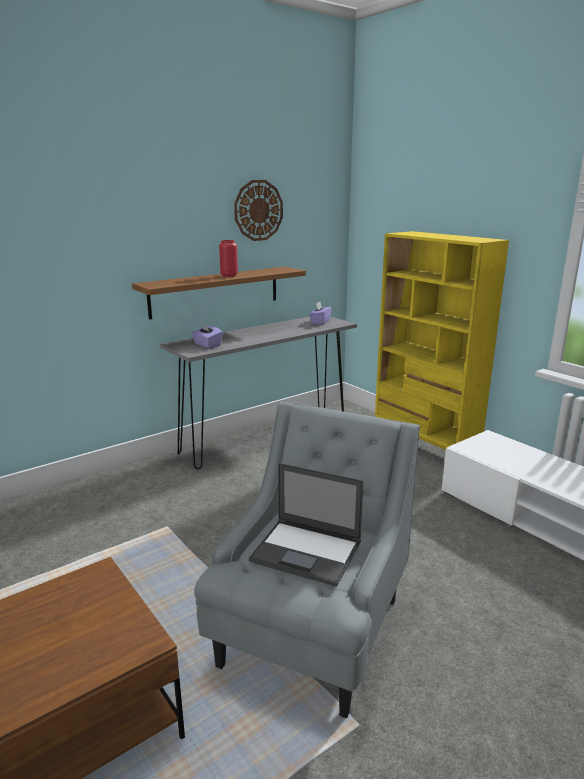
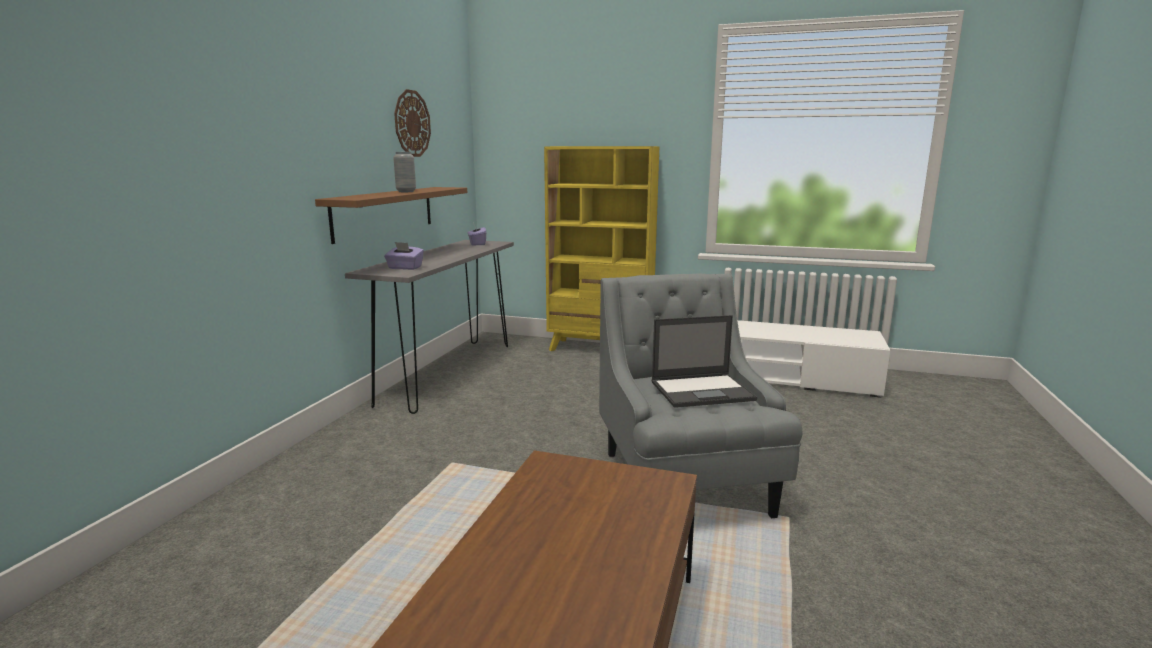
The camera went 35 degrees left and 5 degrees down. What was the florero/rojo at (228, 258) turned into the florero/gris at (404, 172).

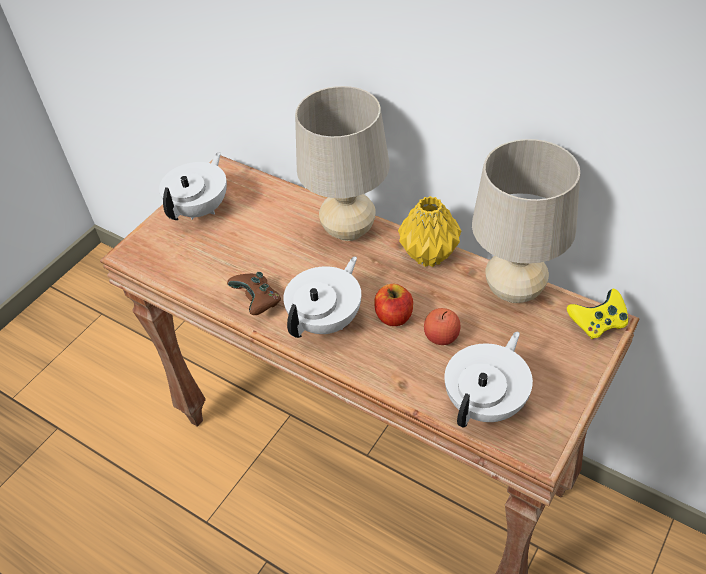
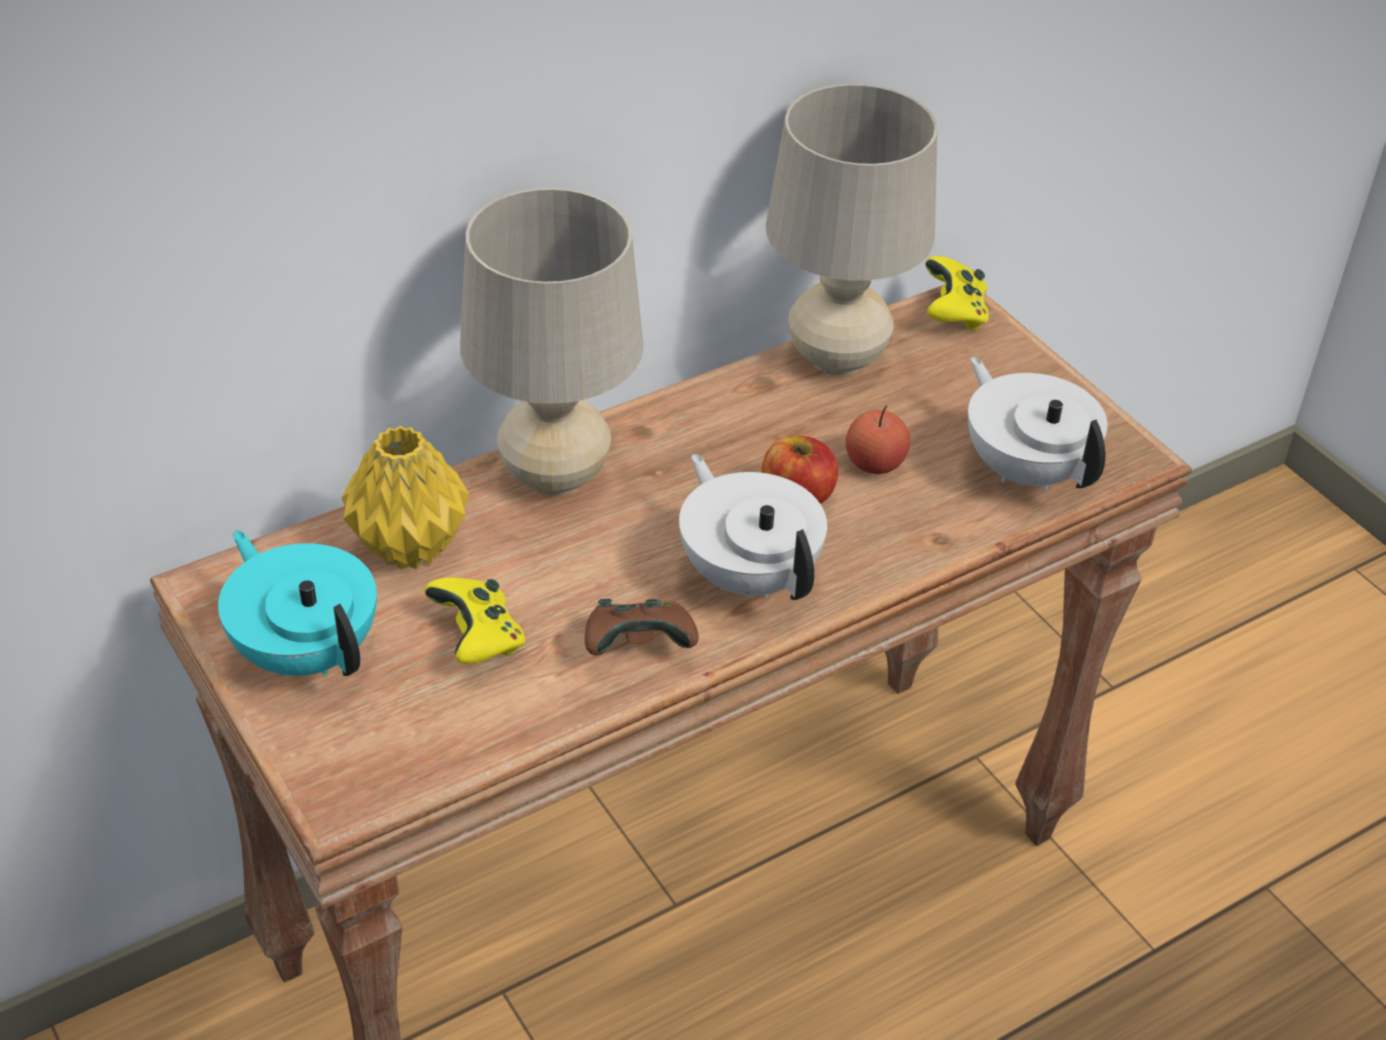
The camera went 70 degrees left and 5 degrees down. The second view gained the mando de consola/amarillo at (474, 621). The florero/amarillo ended up elsewhere, having gone from (430, 231) to (405, 498). What was the tetera/blanco at (193, 186) turned into the tetera/turquesa at (297, 603).

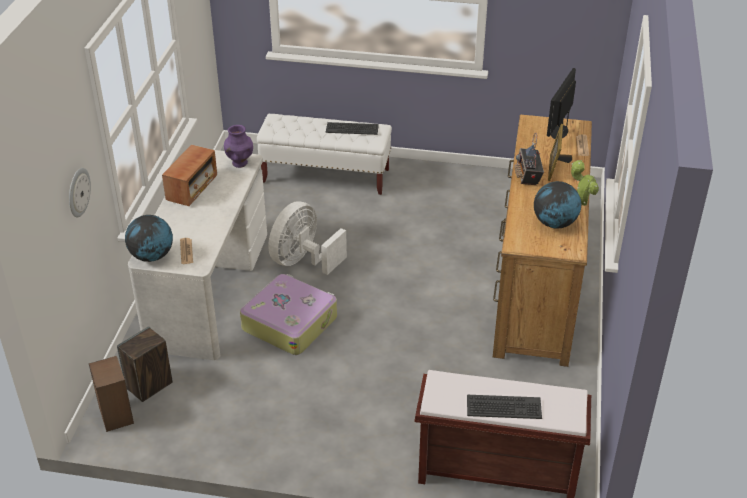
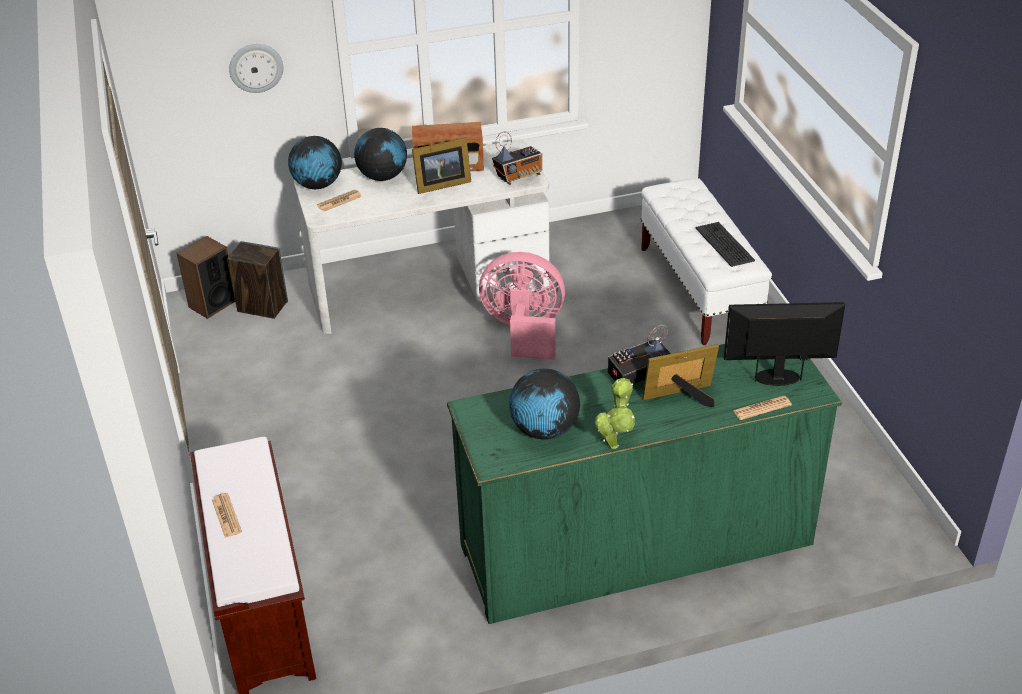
The camera went 65 degrees right and 0 degrees up. The second view lost the maleta at (288, 314). The second view gained the globo terráqueo at (380, 154). The second view gained the portarretratos at (441, 165). Where the florero/morado stood at (238, 146), the radio came to stand at (517, 158). Where the teclado stood at (504, 407), the periódico came to stand at (227, 515). What was the ventilador/blanco at (307, 238) turned into the ventilador/rosa at (522, 306). What was the cómoda/marrón at (542, 241) turned into the cómoda/verde at (644, 484).

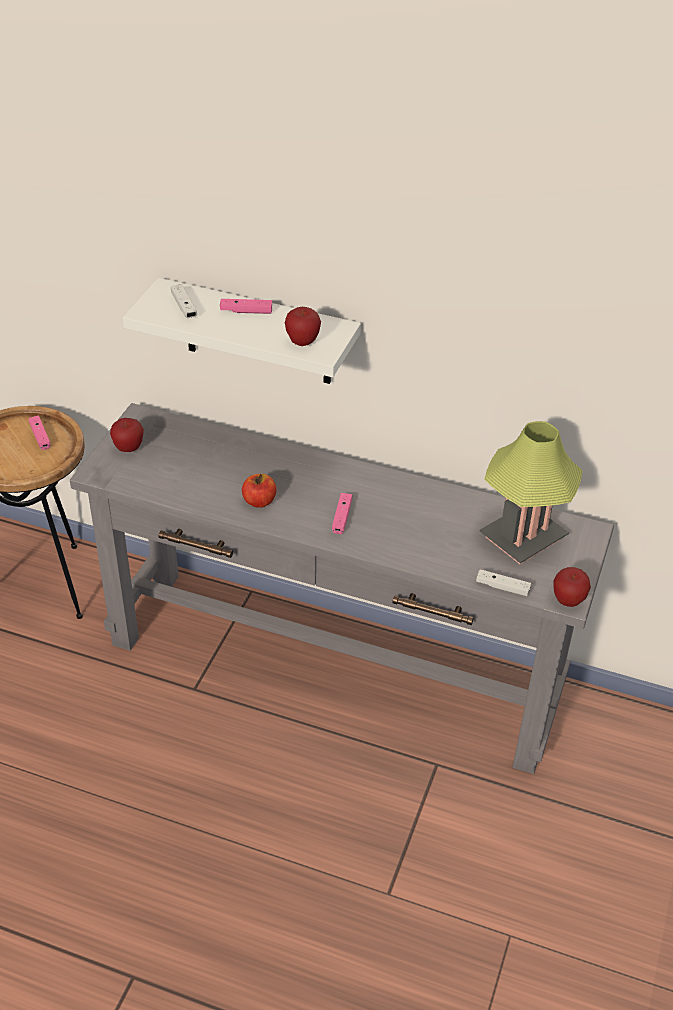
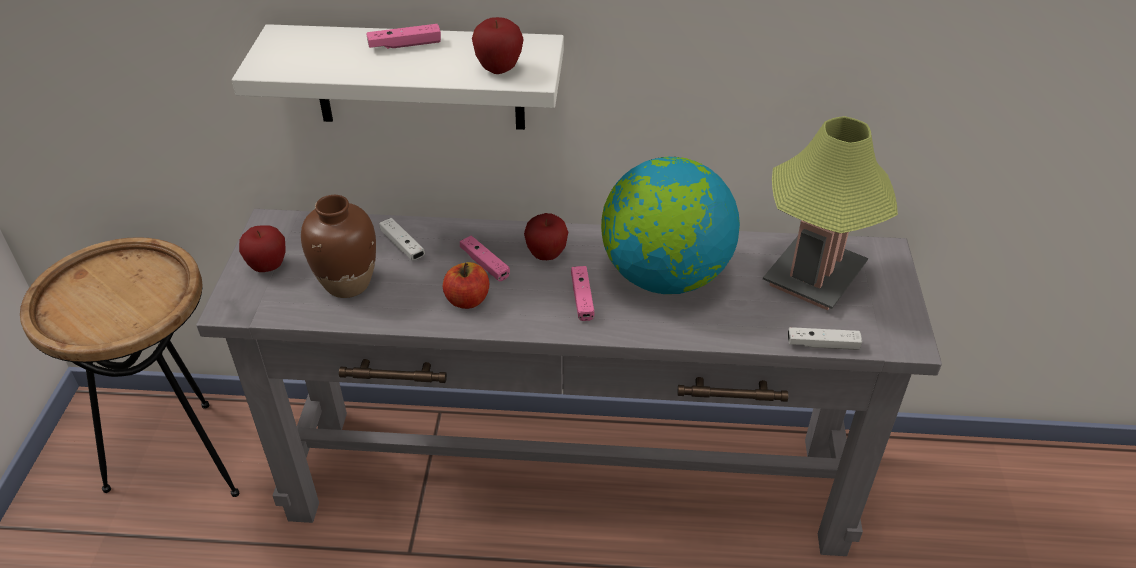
The camera went 15 degrees left and 0 degrees up. The second view gained the florero/marrón at (338, 246). The second view gained the globo terráqueo at (670, 225). The mando de consola/rosa ended up elsewhere, having gone from (40, 433) to (485, 258). The mando de consola/blanco ended up elsewhere, having gone from (184, 301) to (402, 239). The manzana ended up elsewhere, having gone from (572, 587) to (546, 236).

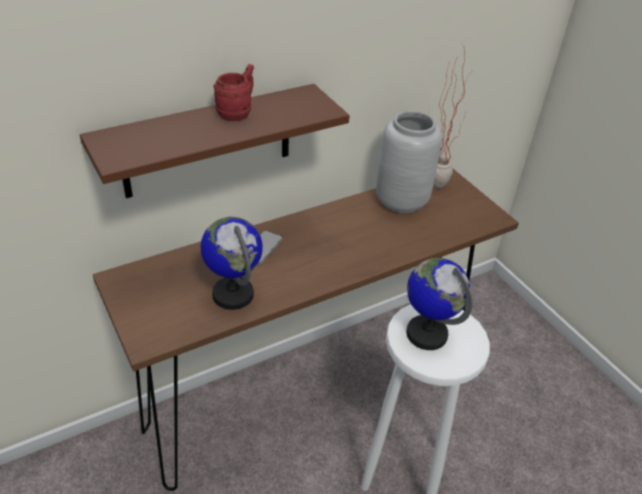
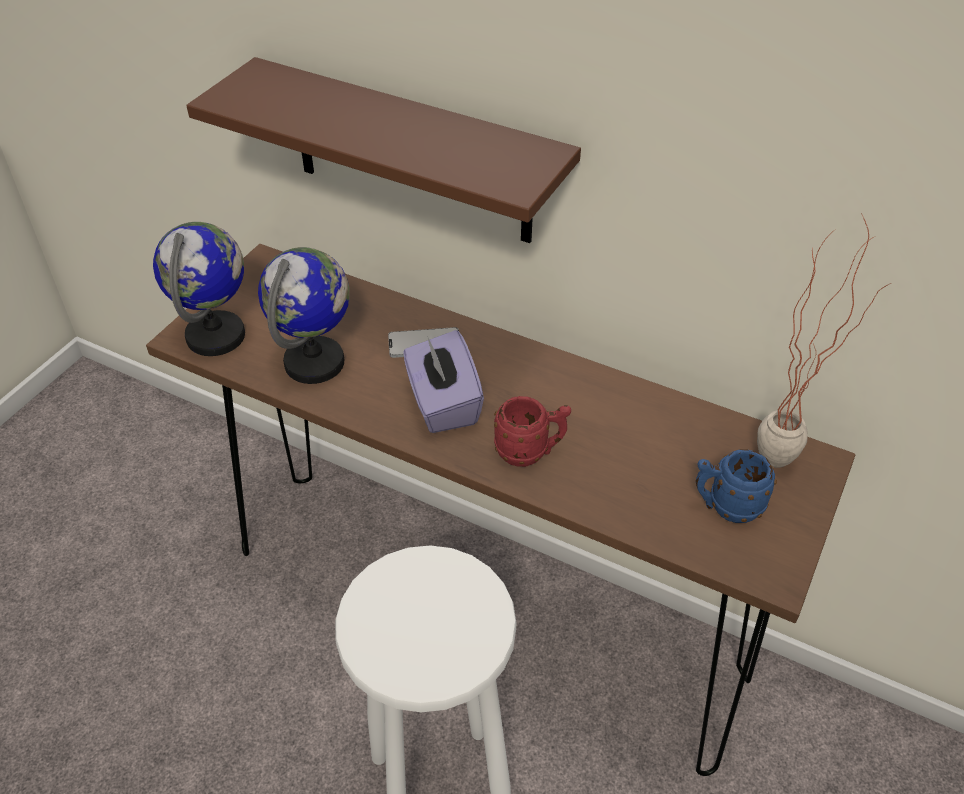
The camera went 60 degrees right and 5 degrees up. The second view lost the florero/gris at (409, 162). The second view gained the caja de pañuelos/morado at (443, 381). The second view gained the taza grande/azul at (736, 486). The taza grande/rojo ended up elsewhere, having gone from (233, 92) to (532, 431). The globo terráqueo ended up elsewhere, having gone from (439, 304) to (199, 289).

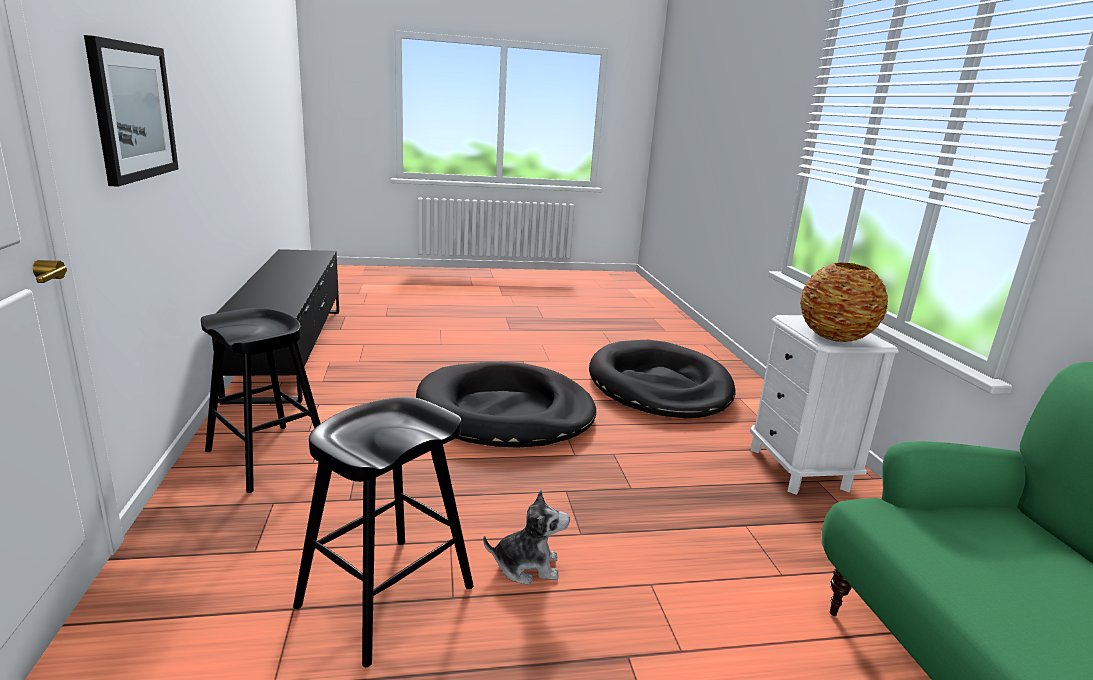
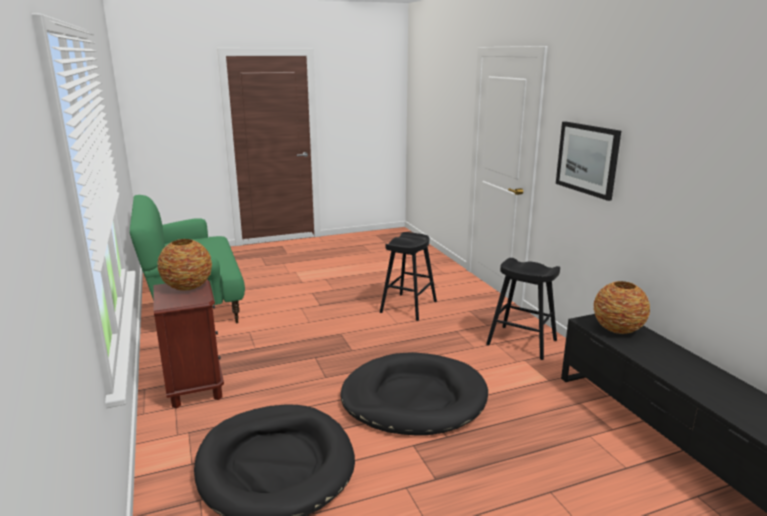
The camera went 170 degrees right and 0 degrees up. The second view lost the peluche at (526, 537). The second view gained the florero at (621, 307). What was the mesita de noche/blanco at (824, 405) turned into the mesita de noche/marrón at (188, 344).

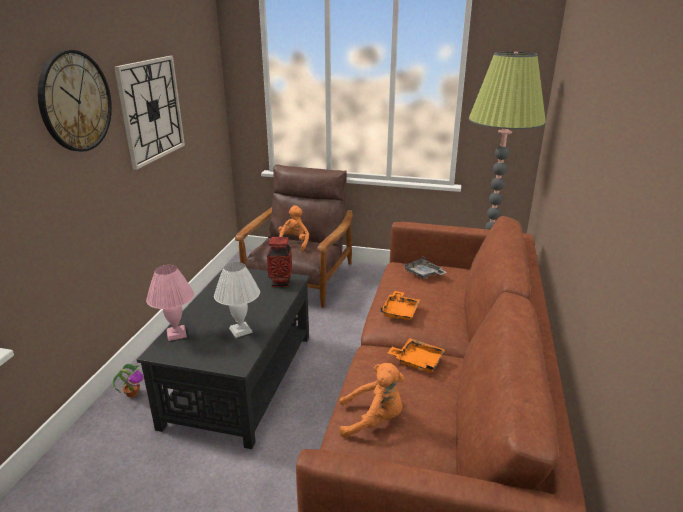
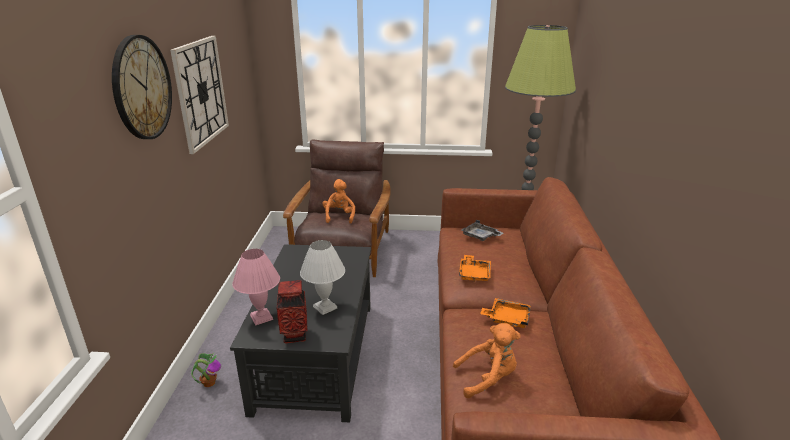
The camera went 10 degrees left and 0 degrees up. The florero ended up elsewhere, having gone from (279, 262) to (292, 312).

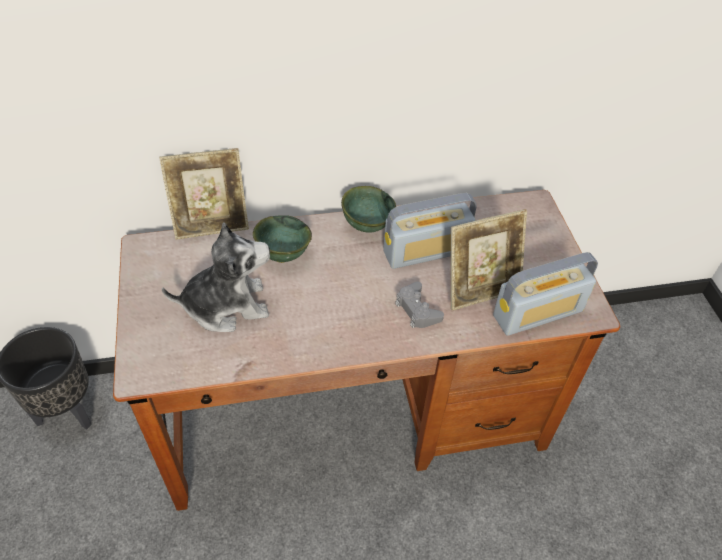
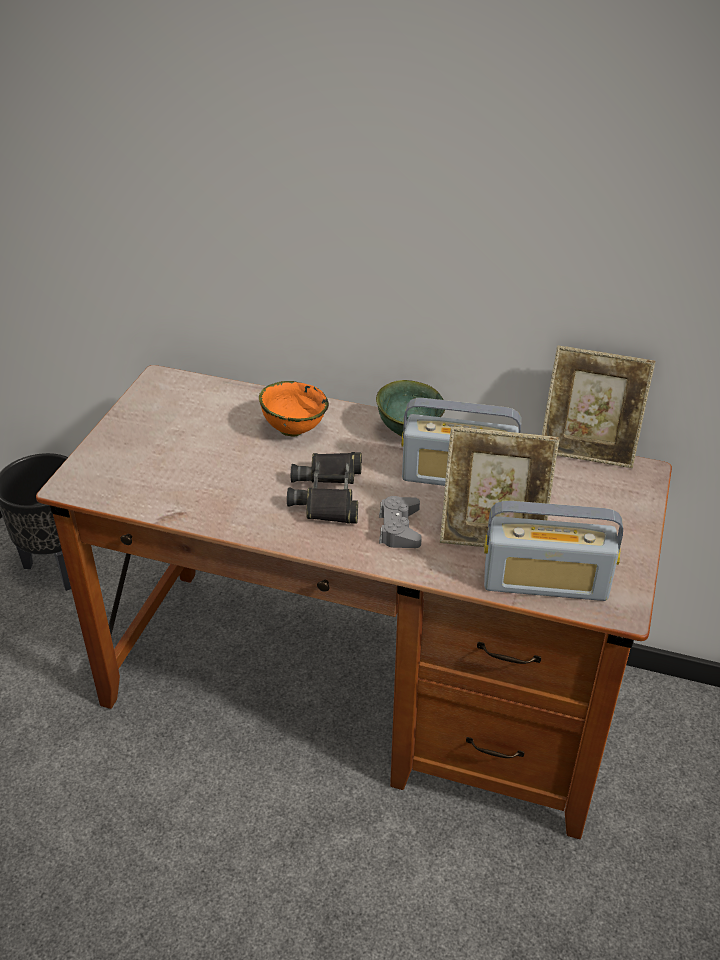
The camera went 30 degrees right and 10 degrees down. The second view lost the peluche at (216, 277). The second view gained the prismáticos/negro at (324, 488). The portarretratos ended up elsewhere, having gone from (204, 194) to (599, 406). What was the cuenco/verde at (282, 239) turned into the cuenco/naranja at (294, 409).

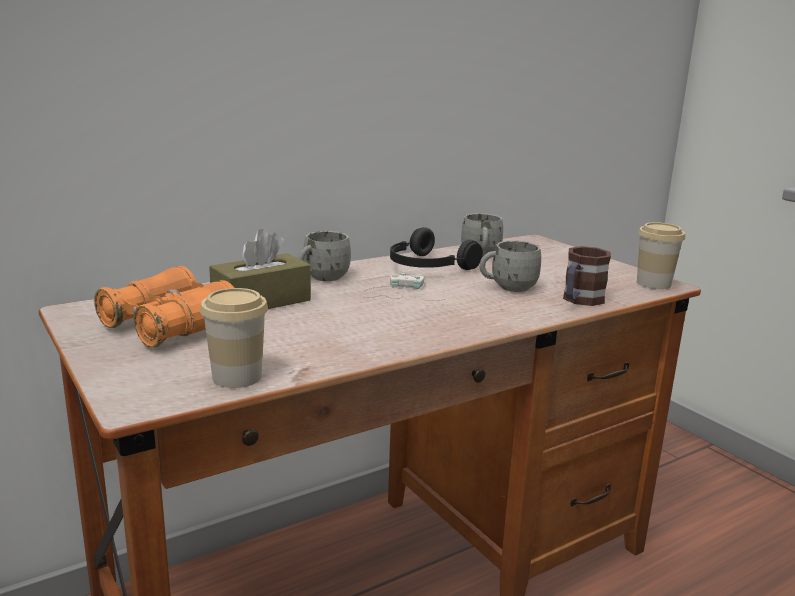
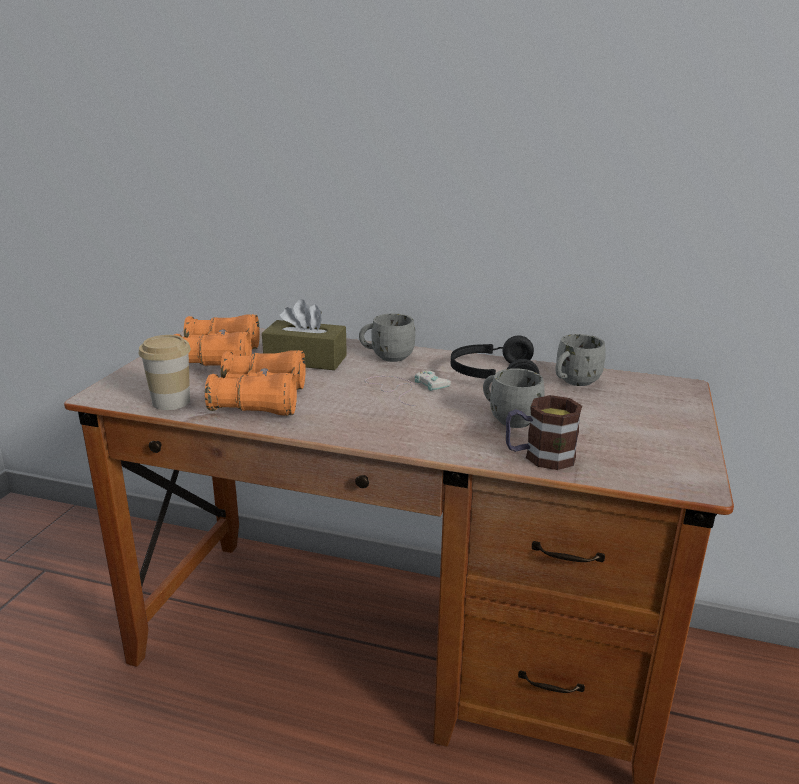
The camera went 50 degrees right and 5 degrees up. The second view lost the taza at (661, 255). The second view gained the prismáticos/naranja at (255, 383).

